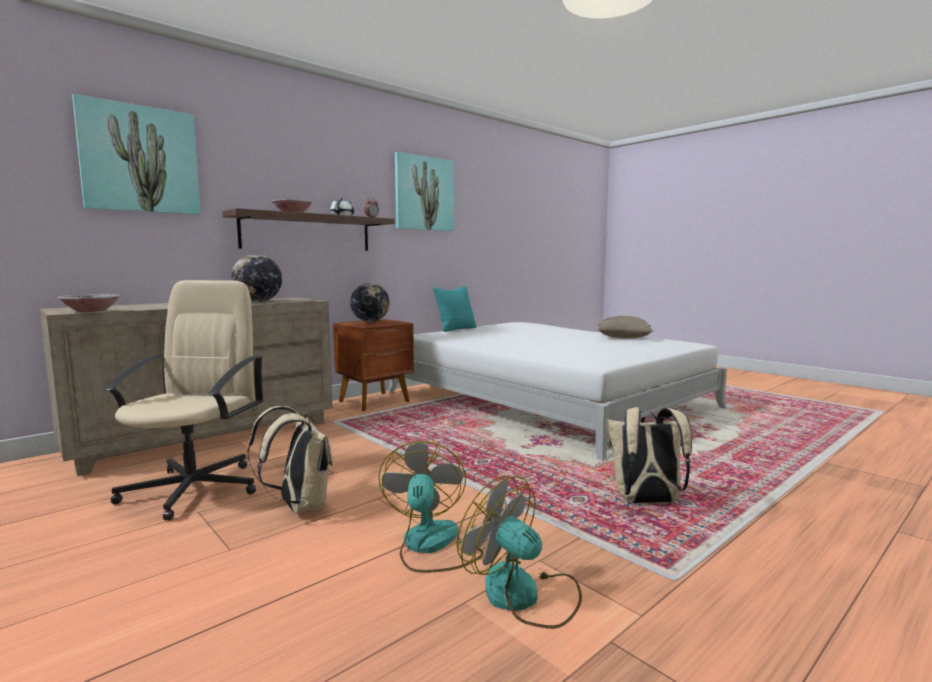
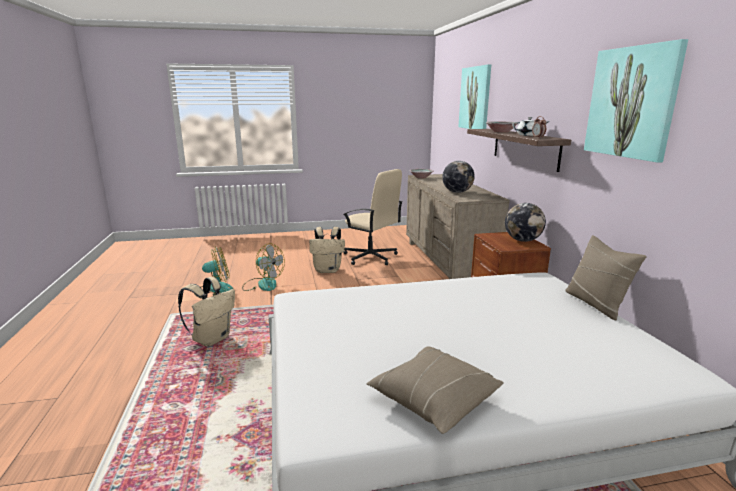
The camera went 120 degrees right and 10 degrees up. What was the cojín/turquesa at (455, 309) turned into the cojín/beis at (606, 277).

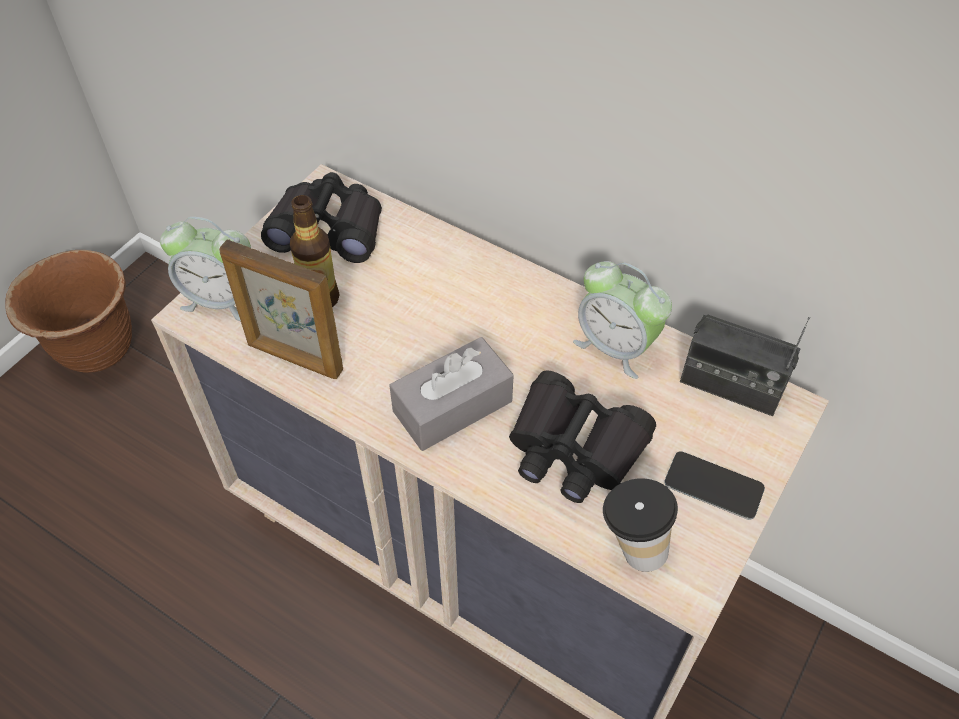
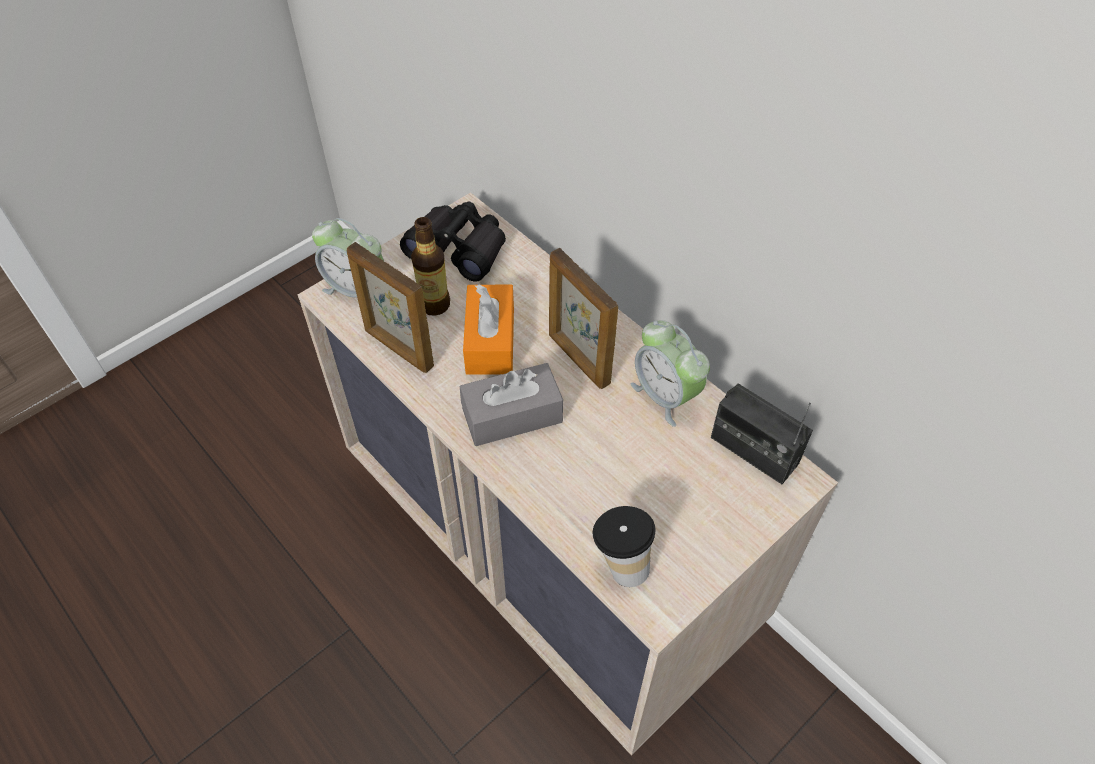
The camera went 15 degrees right and 0 degrees up. The second view lost the maceta/marrón at (68, 311). The second view lost the prismáticos/negro at (582, 436). The second view lost the móvil at (714, 485). The second view gained the caja de pañuelos/naranja at (488, 330). The second view gained the portarretratos at (583, 318).

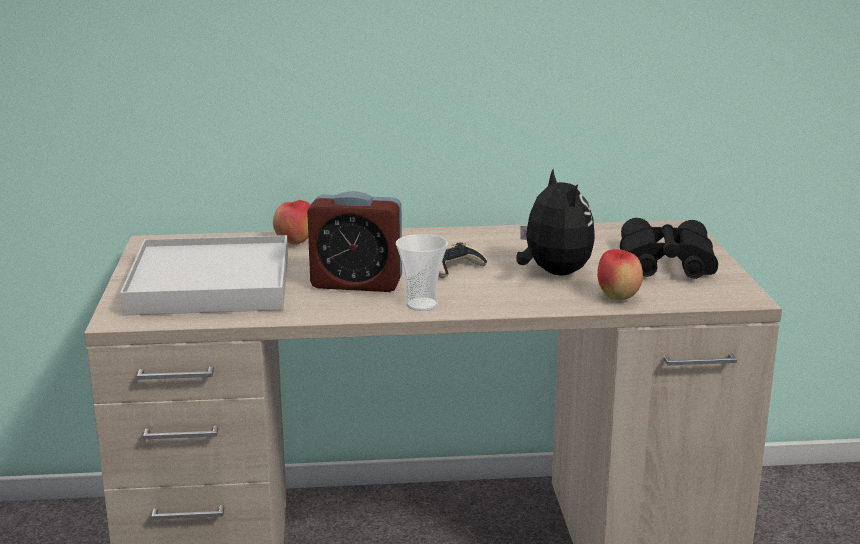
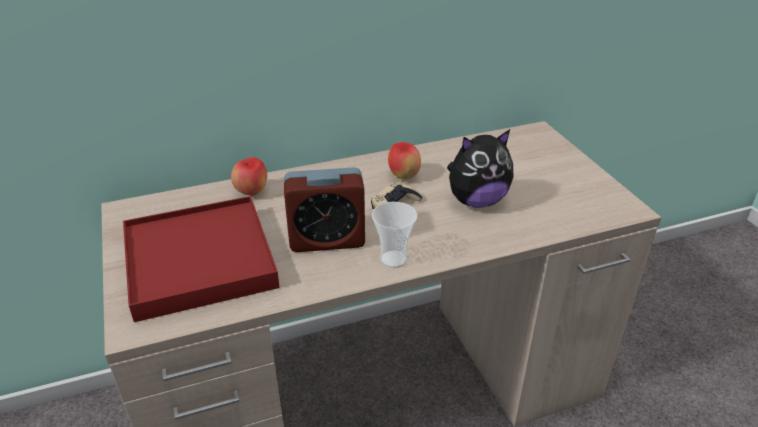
The camera went 15 degrees left and 15 degrees up. The second view lost the prismáticos/negro at (669, 248). The manzana ended up elsewhere, having gone from (620, 275) to (404, 161). What was the bandeja/blanco at (204, 275) turned into the bandeja/rojo at (201, 259). The peluche at (555, 222) ended up facing another way, 105 degrees clockwise from before.

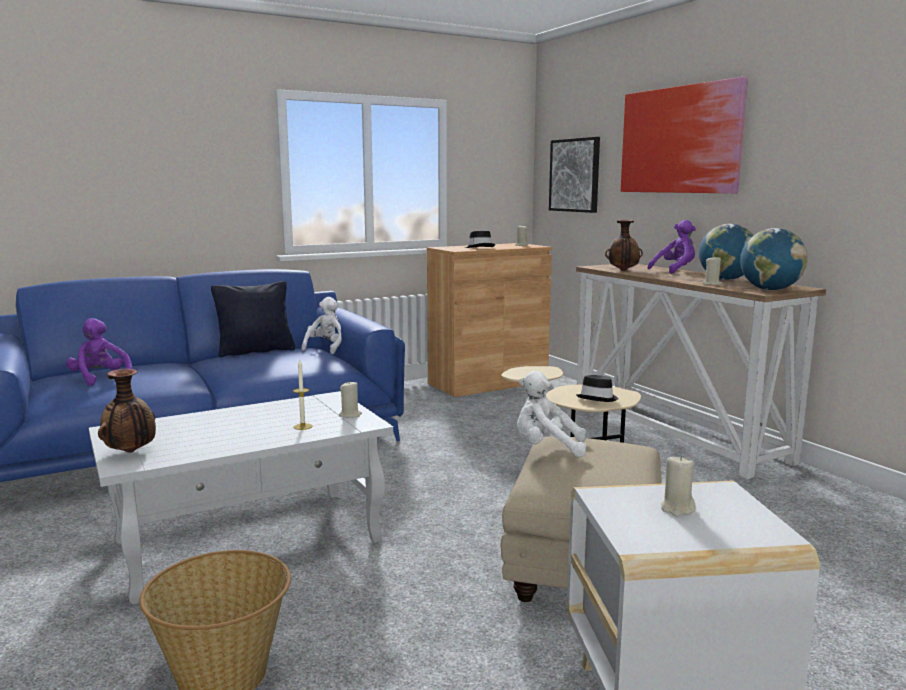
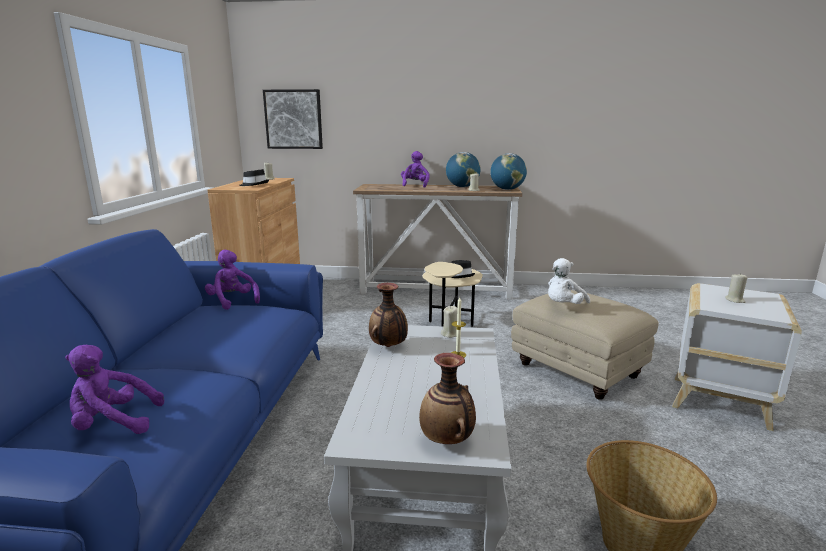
The camera went 55 degrees left and 5 degrees up. The second view lost the cojín/negro at (253, 319). The second view lost the cuadro at (684, 135). The florero ended up elsewhere, having gone from (624, 245) to (388, 315). What was the peluche/blanco at (321, 325) turned into the peluche/morado at (232, 280).

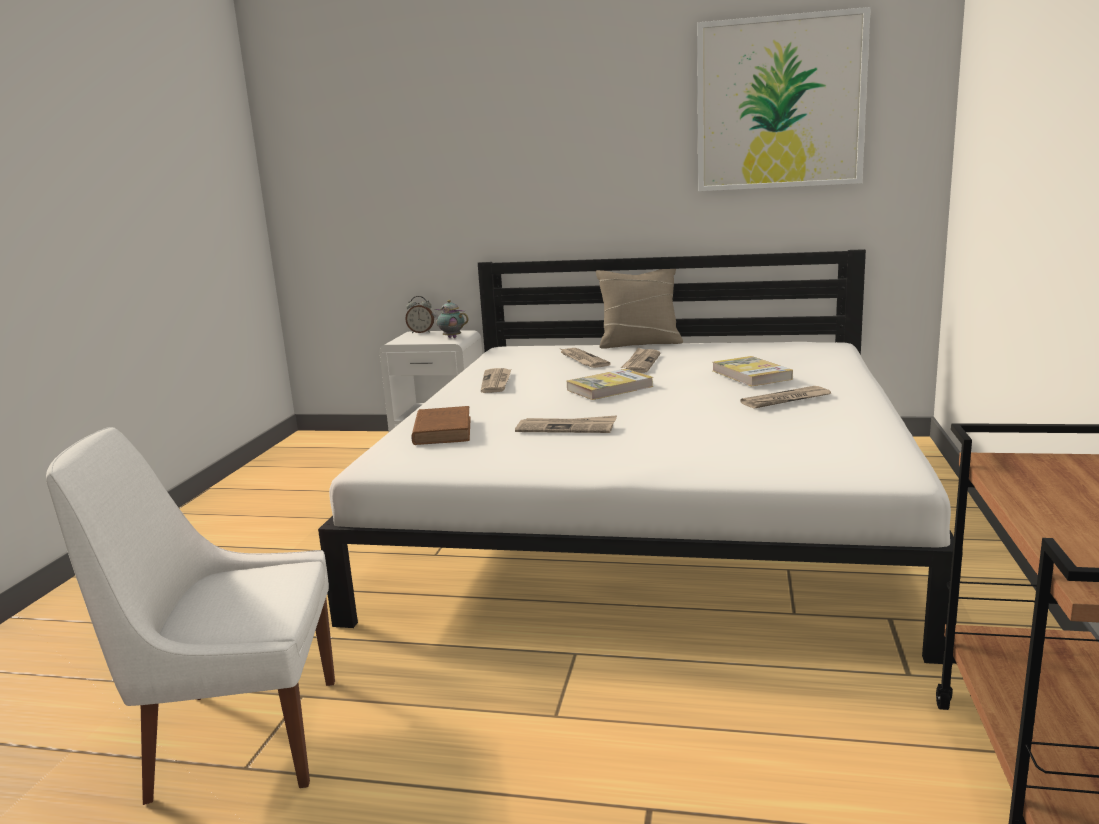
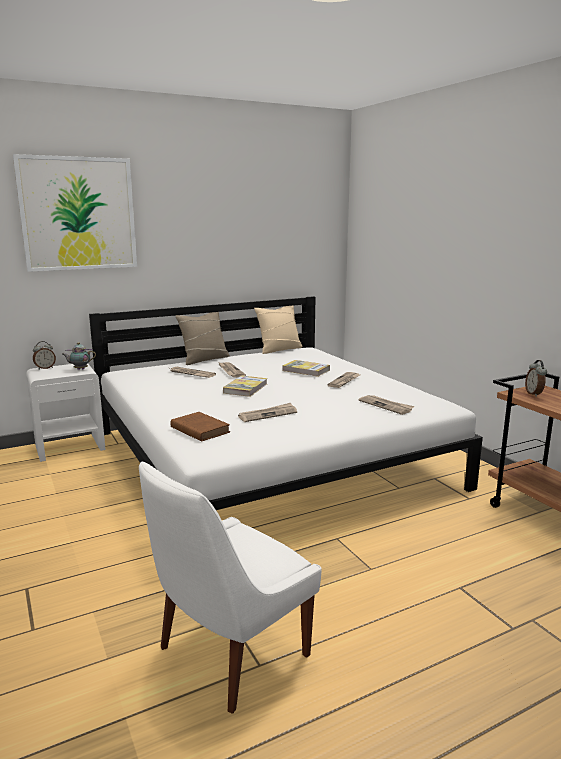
The camera went 40 degrees left and 0 degrees up. The second view gained the cojín/beis at (278, 330). The second view gained the despertador at (536, 378). The periódico ended up elsewhere, having gone from (496, 380) to (386, 405). The cuadro ended up elsewhere, having gone from (784, 99) to (75, 213).

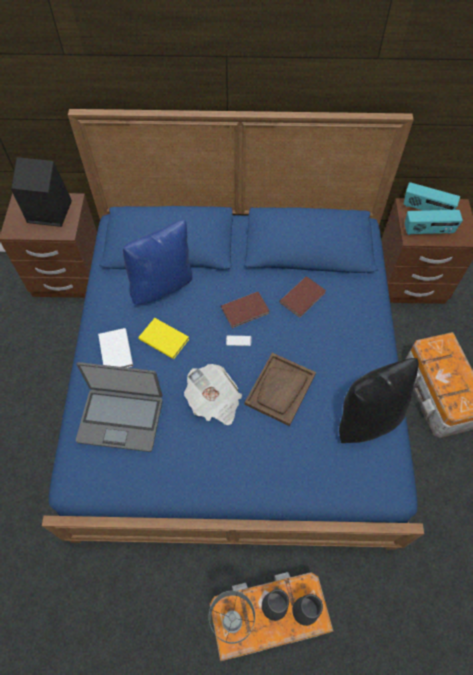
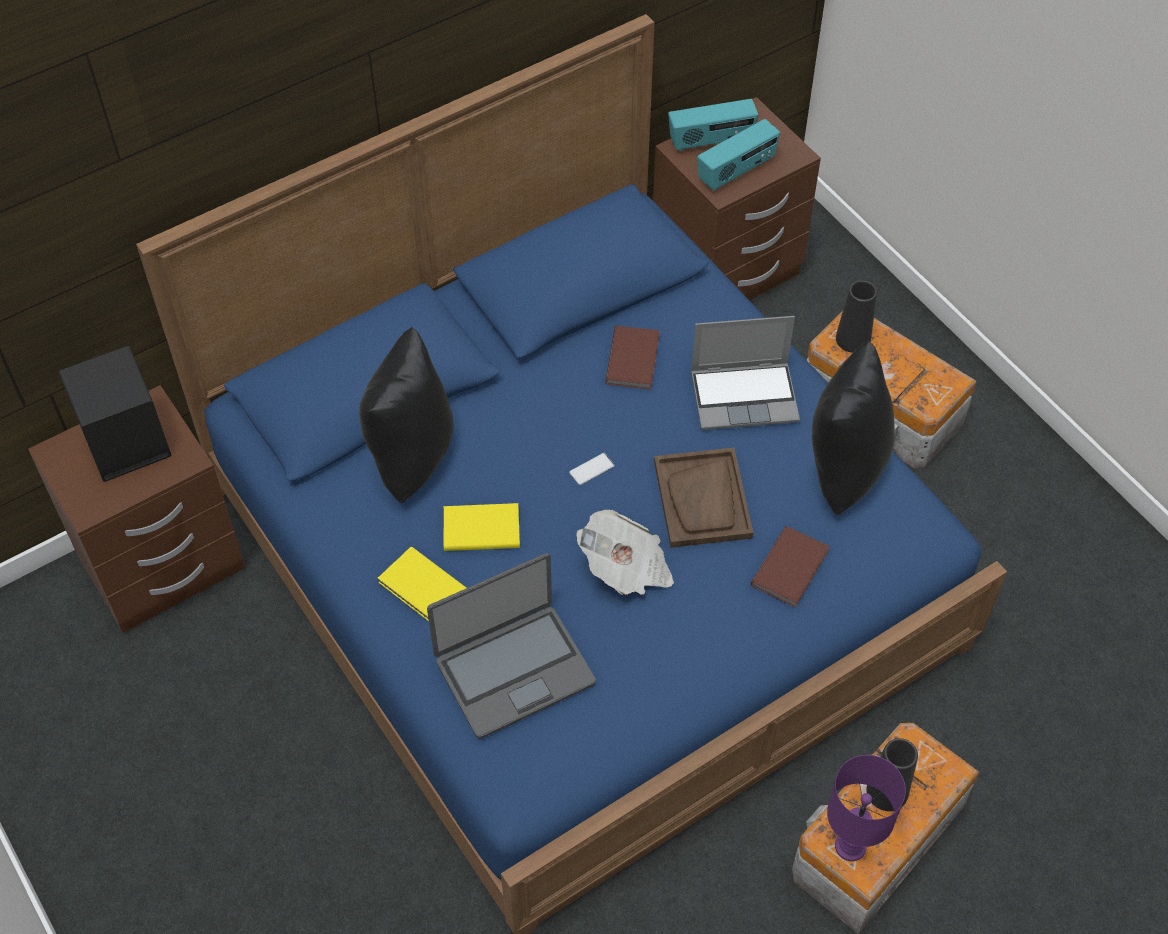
The camera went 35 degrees left and 5 degrees down. The second view gained the portátil at (745, 373). The libro/marrón ended up elsewhere, having gone from (245, 310) to (790, 567). The florero/negro ended up elsewhere, having gone from (307, 610) to (856, 316). What was the libro/blanco at (115, 348) turned into the libro/amarillo at (422, 584). What was the cojín/azul at (157, 262) turned into the cojín/negro at (406, 415). What was the lámpara de mesa/gris at (232, 617) turned into the lámpara de mesa/morado at (866, 808).

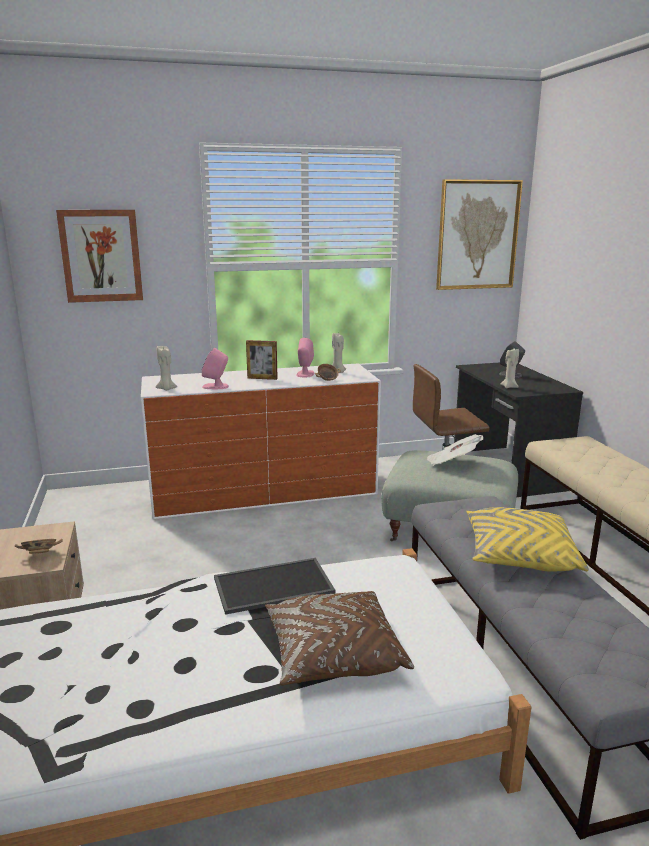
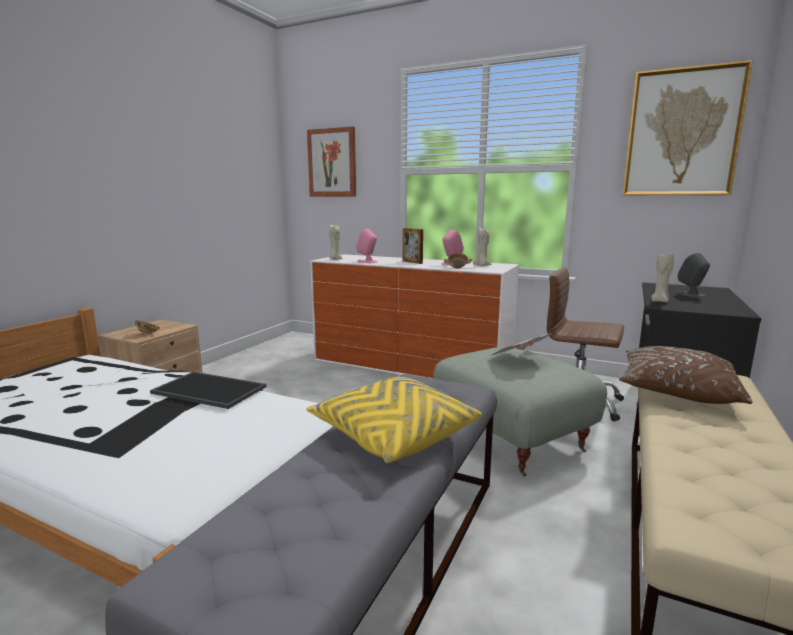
The camera went 40 degrees right and 5 degrees down. The cojín/marrón ended up elsewhere, having gone from (339, 638) to (685, 375).

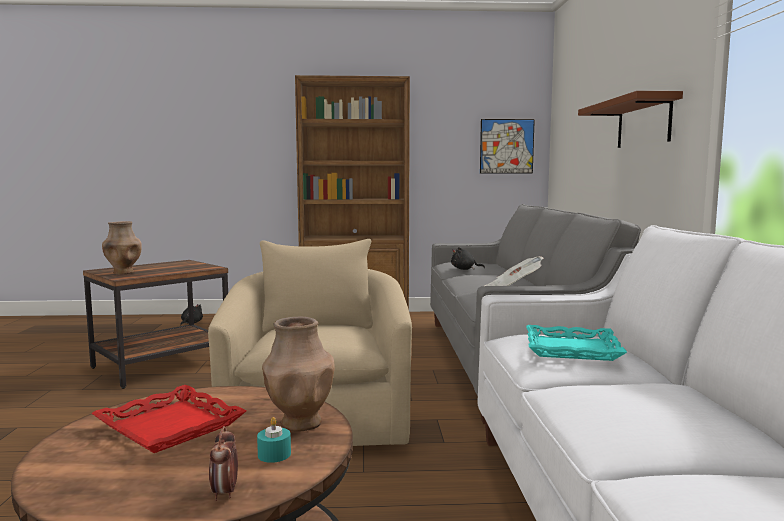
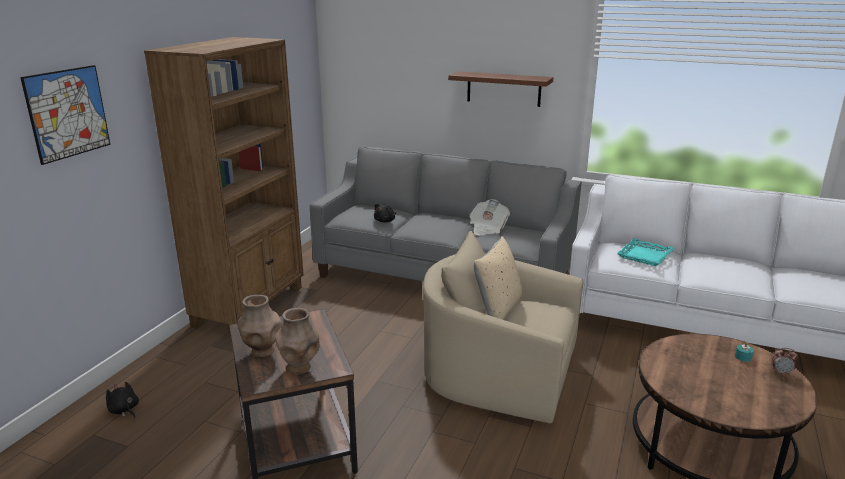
The camera went 65 degrees left and 15 degrees up. The second view lost the bandeja/rojo at (168, 419). The second view gained the cojín/beis at (498, 278). The florero/marrón ended up elsewhere, having gone from (298, 374) to (259, 326). The cuadro ended up elsewhere, having gone from (507, 146) to (65, 115).

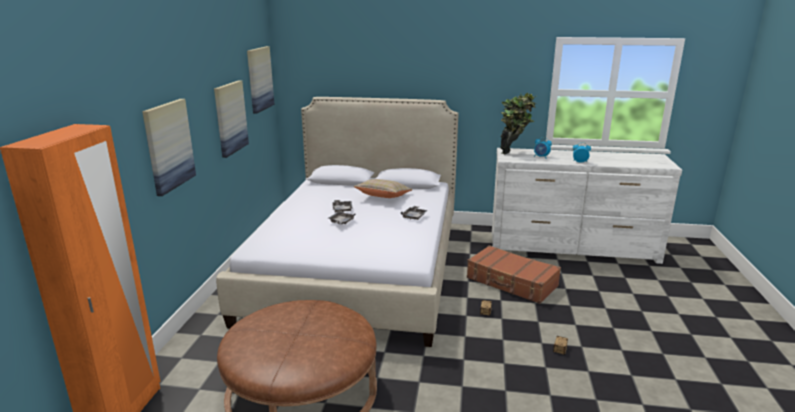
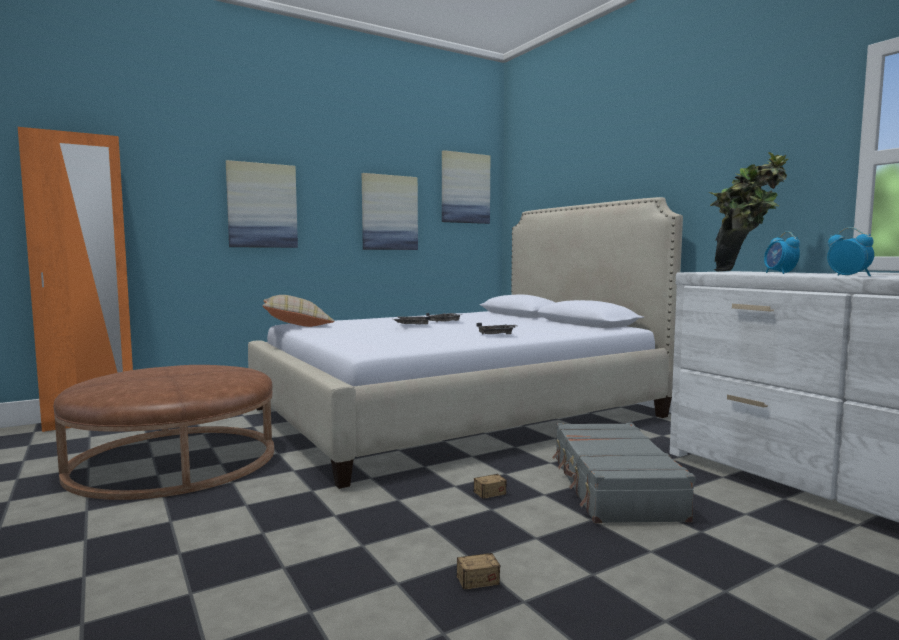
The camera went 50 degrees right and 15 degrees down. The cojín/beis ended up elsewhere, having gone from (382, 188) to (298, 311). What was the maleta/marrón at (514, 274) turned into the maleta/gris at (623, 473).

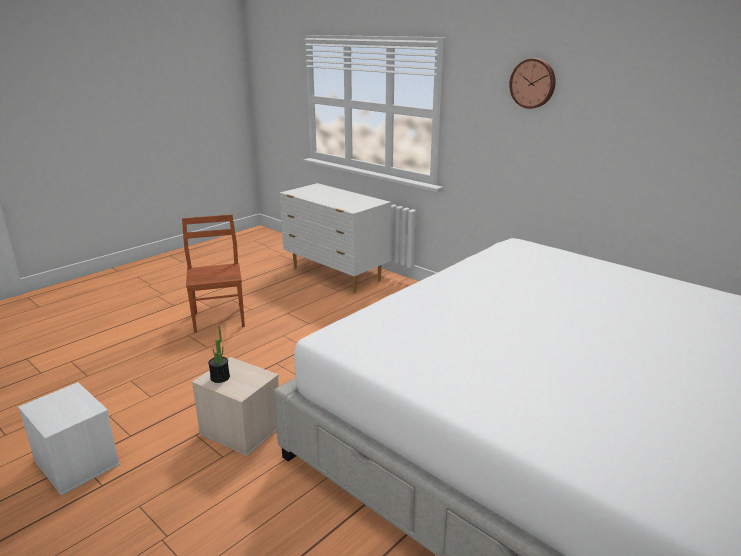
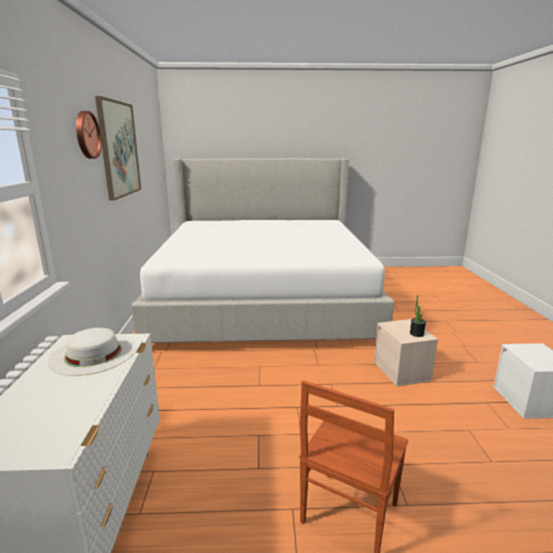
The camera went 135 degrees left and 5 degrees down. The second view gained the sombrero/blanco at (92, 352). The second view gained the cuadro at (118, 148).

